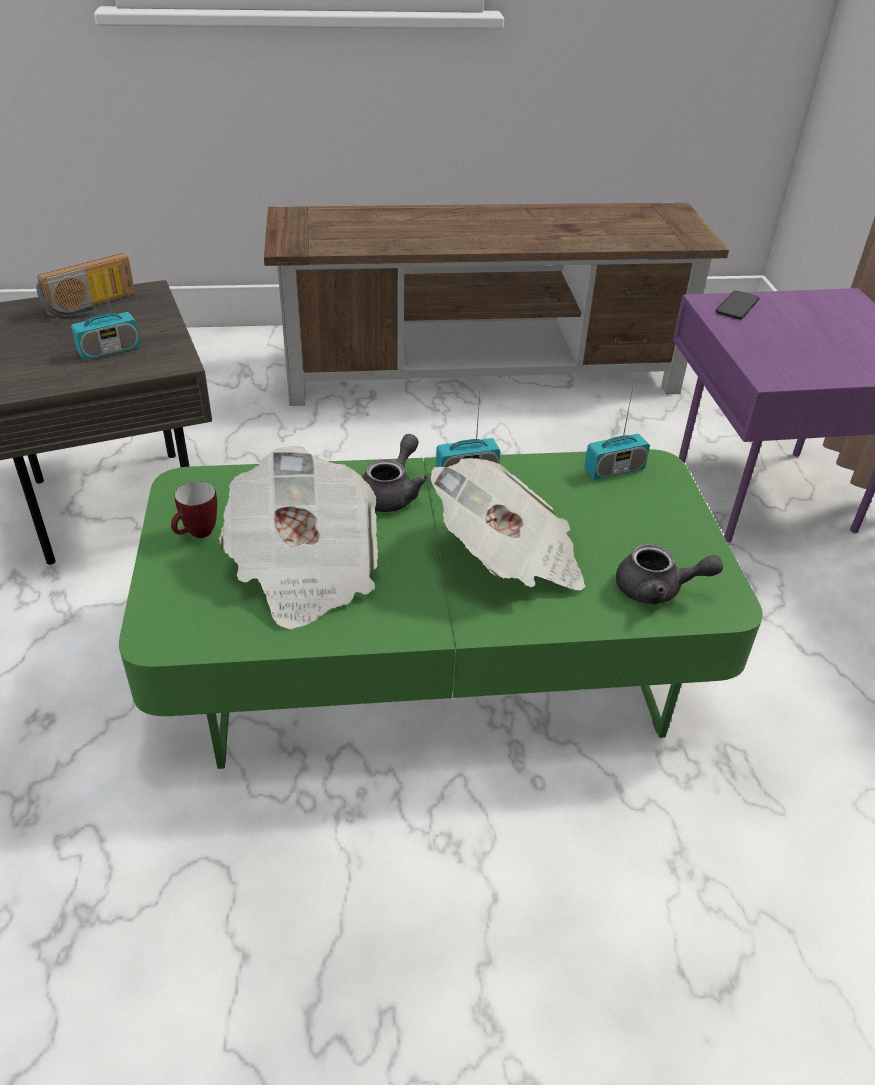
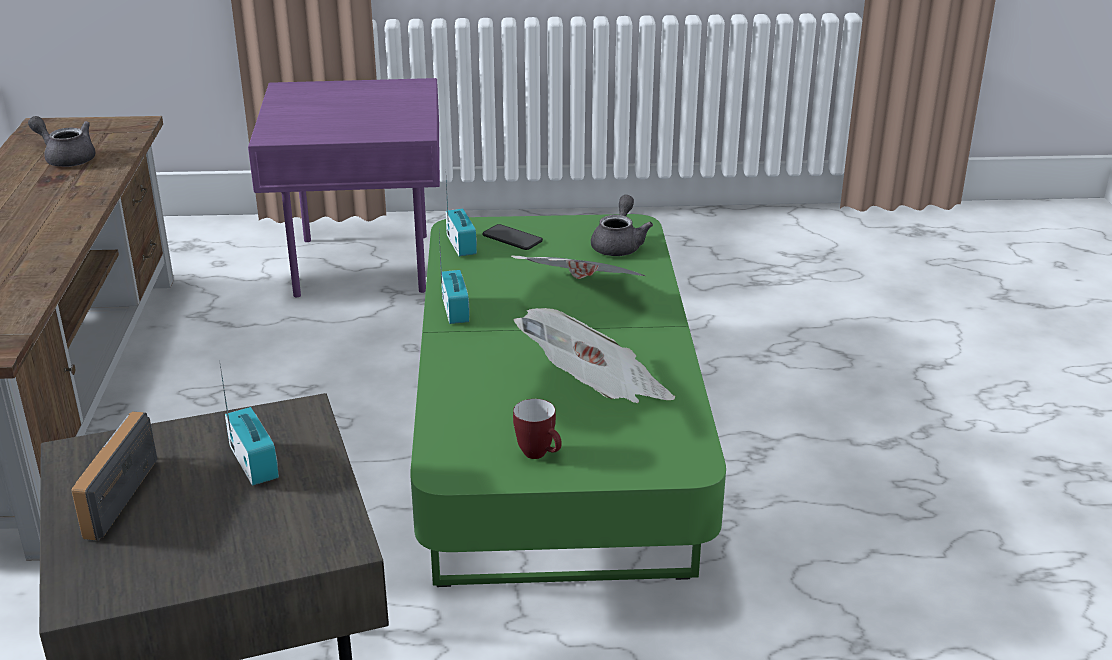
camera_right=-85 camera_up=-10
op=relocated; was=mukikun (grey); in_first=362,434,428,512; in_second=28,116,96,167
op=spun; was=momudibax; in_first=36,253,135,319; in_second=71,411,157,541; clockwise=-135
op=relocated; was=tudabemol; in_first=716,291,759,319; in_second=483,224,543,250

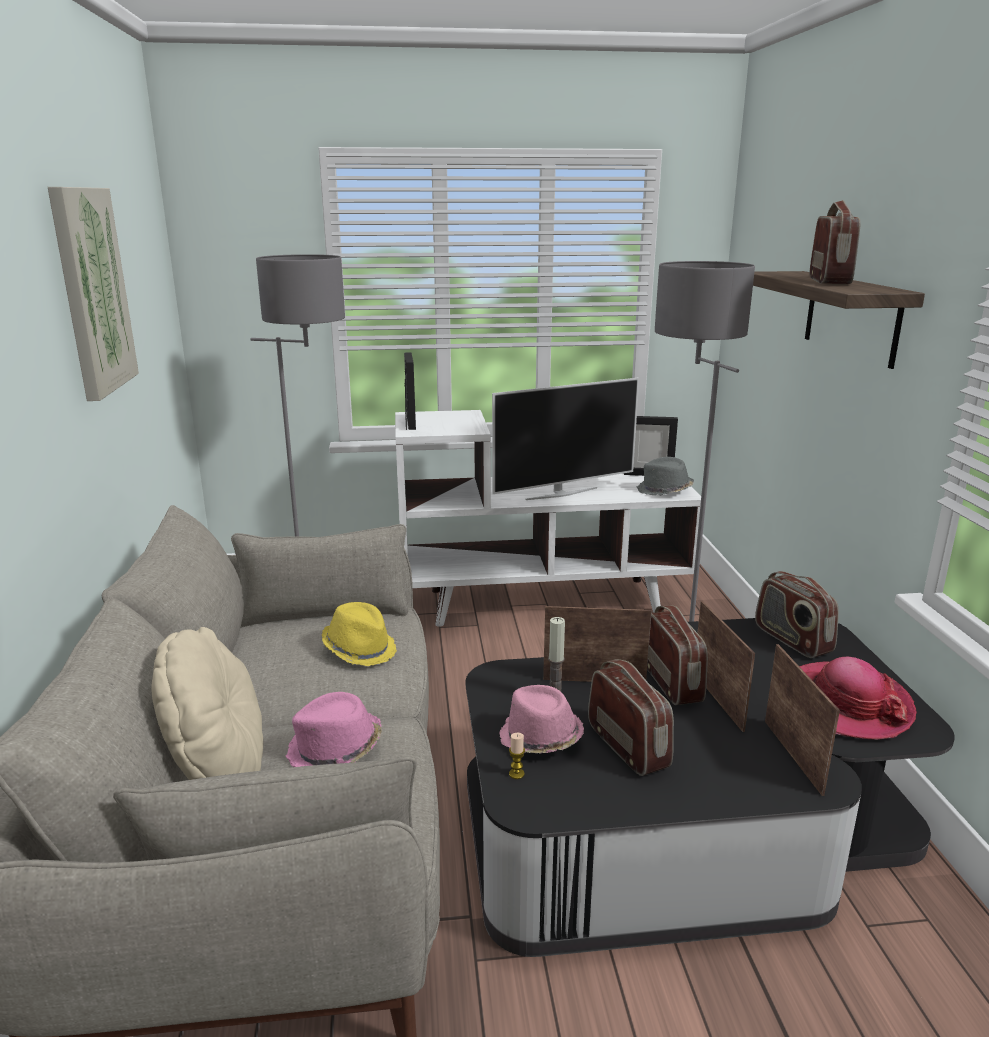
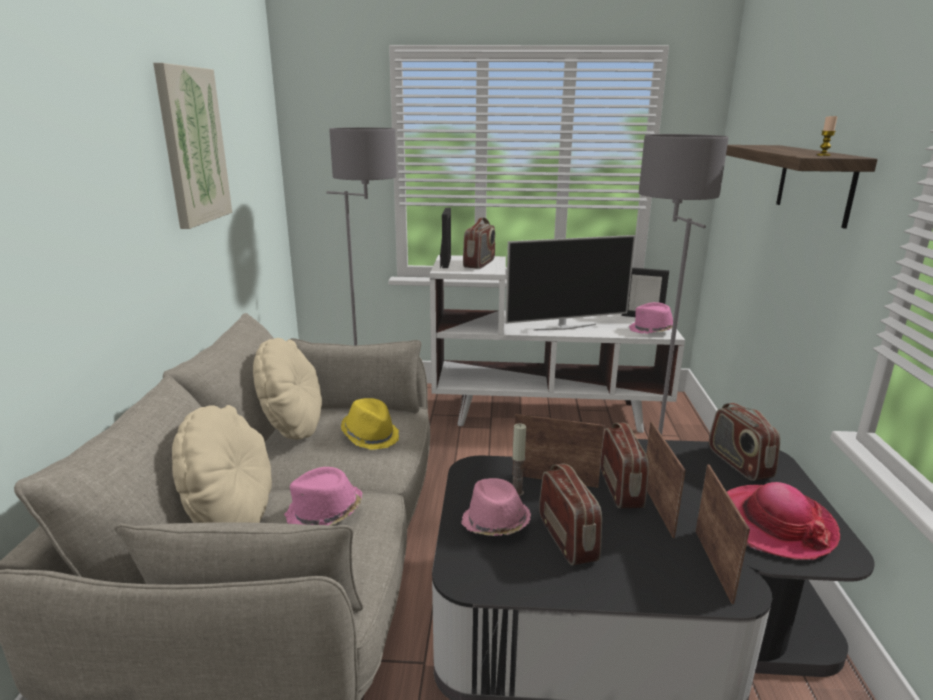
camera_right=10 camera_up=0
op=appeared; now=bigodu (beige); in_second=253,338,322,440
op=relocated; was=momudibax; in_first=809,200,861,284; in_second=463,217,495,269
op=colour; was=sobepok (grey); now=sobepok (pink); in_first=637,457,694,496; in_second=629,302,673,334
op=relocated; was=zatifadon; in_first=509,733,525,779; in_second=817,116,838,156

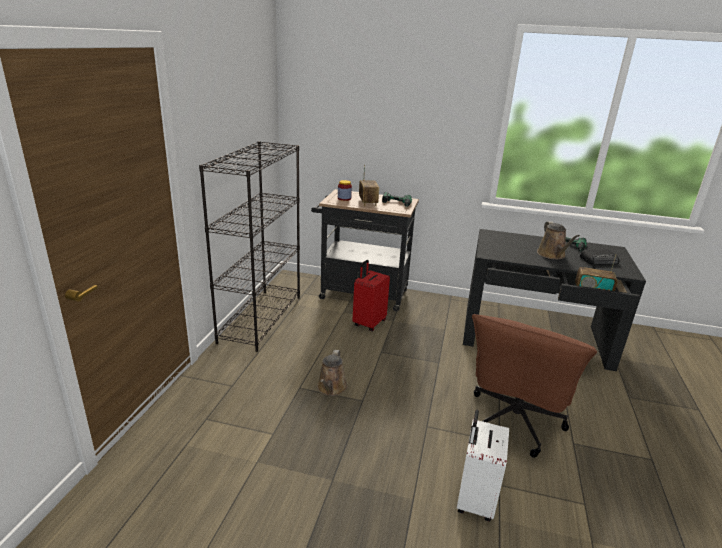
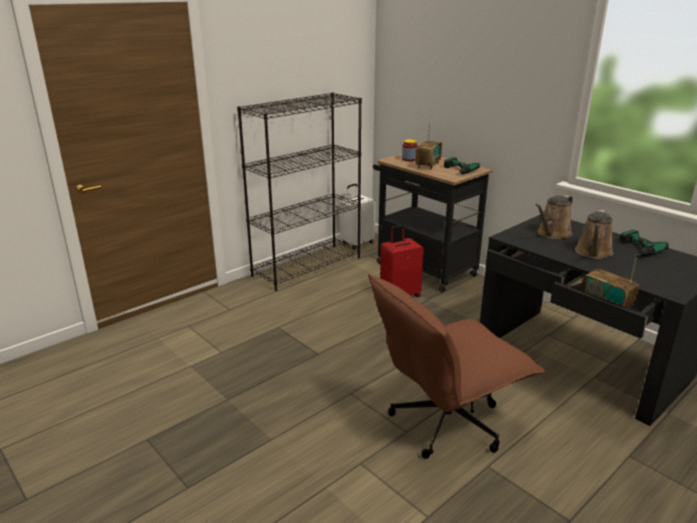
camera_right=35 camera_up=0
op=relocated; was=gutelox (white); in_first=457,410,509,521; in_second=340,184,375,249
op=relocated; was=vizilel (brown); in_first=317,350,348,396; in_second=535,195,573,239
op=missing; was=momudibax; in_first=580,249,619,265

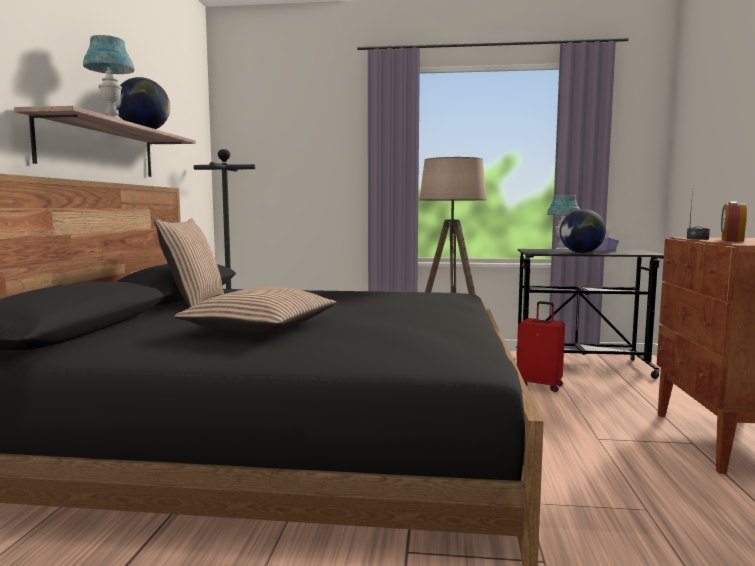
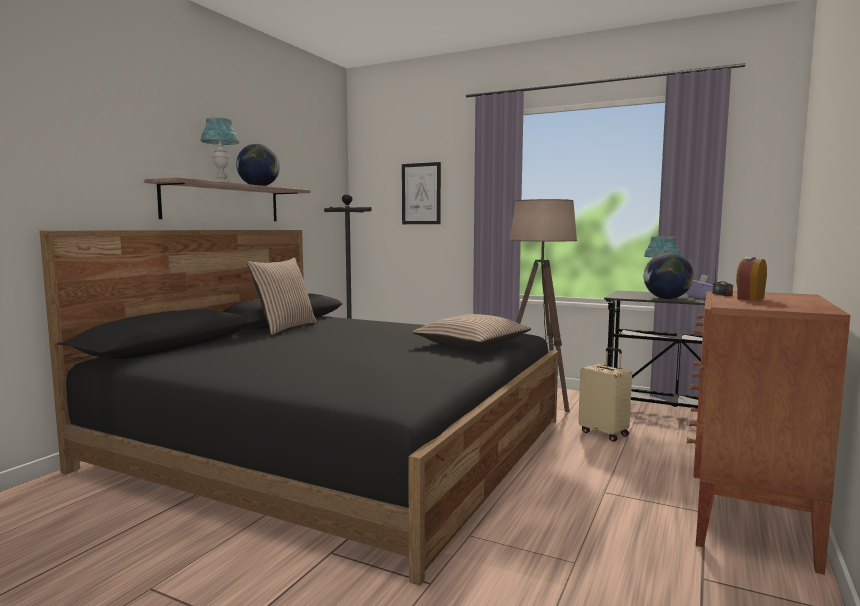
camera_right=20 camera_up=0
op=appeared; now=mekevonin; in_second=402,162,441,224
op=relocated; was=bigodu; in_first=174,287,336,333; in_second=412,314,531,349
op=colour; was=gutelox (red); now=gutelox (beige); in_first=517,301,565,392; in_second=578,347,632,442

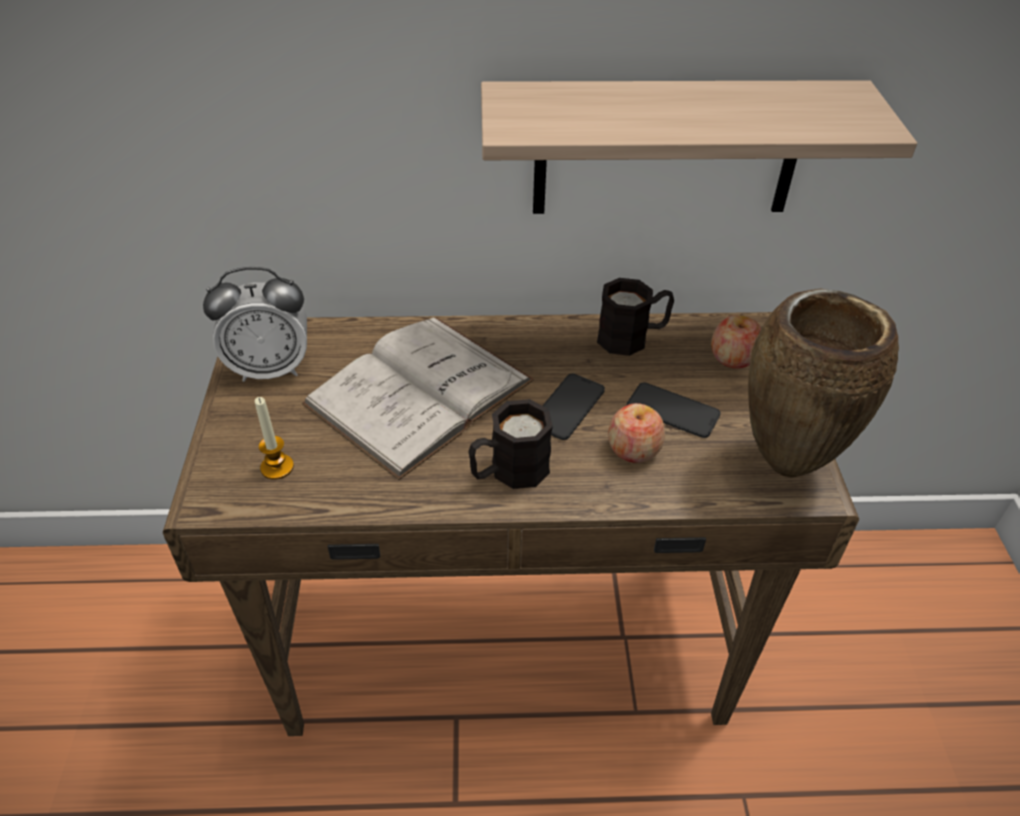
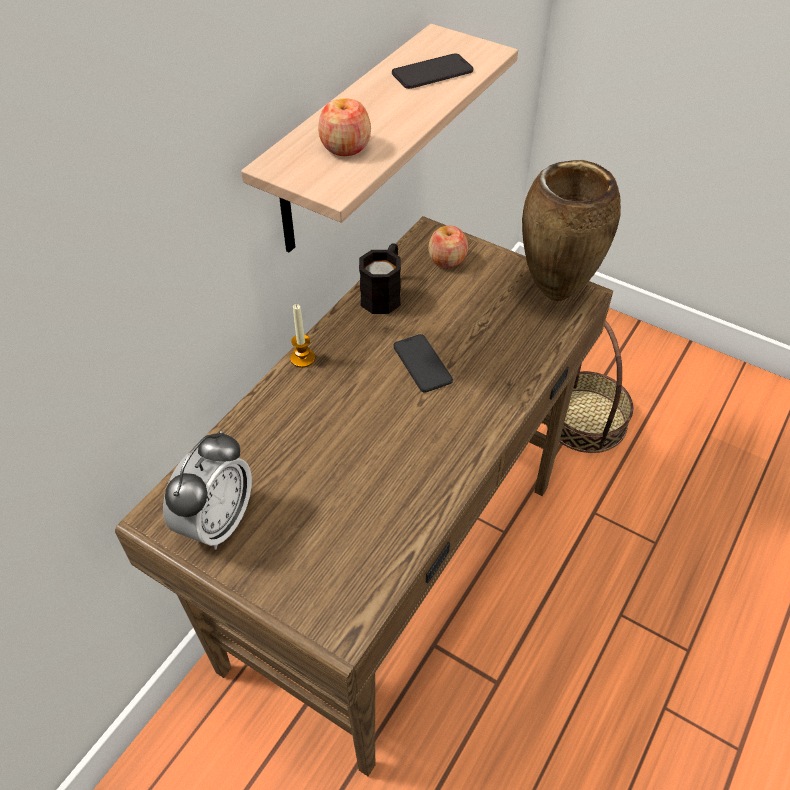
camera_right=-55 camera_up=5
op=relocated; was=zatifadon; in_first=255,397,294,480; in_second=290,304,315,368
op=relocated; was=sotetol; in_first=608,403,665,463; in_second=318,98,371,156
op=relocated; was=tudabemol; in_first=626,382,721,438; in_second=392,54,473,89
op=appeared; now=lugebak; in_second=546,321,633,453
op=missing; was=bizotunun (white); in_first=302,317,534,480
op=missing; was=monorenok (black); in_first=468,399,553,489

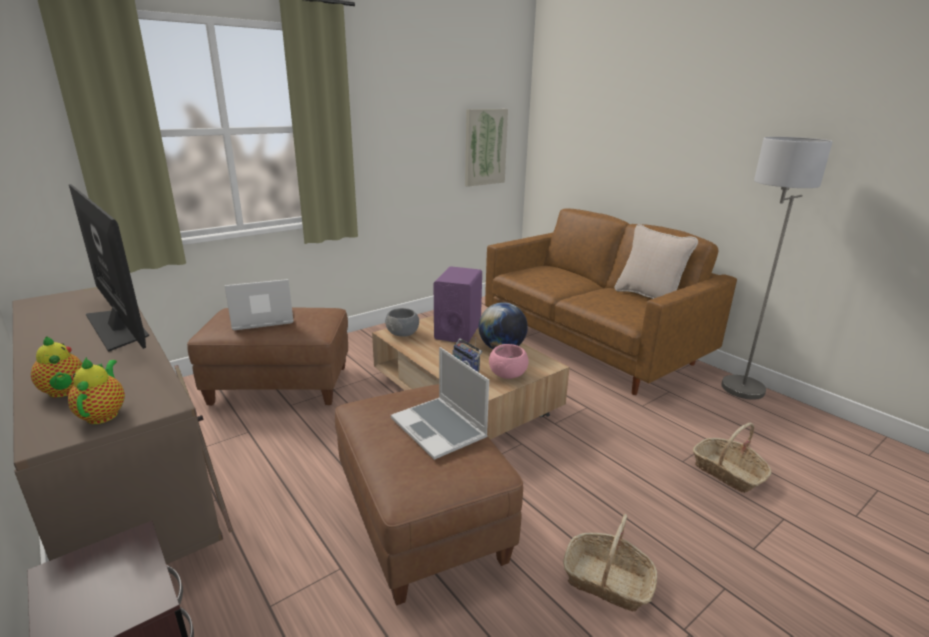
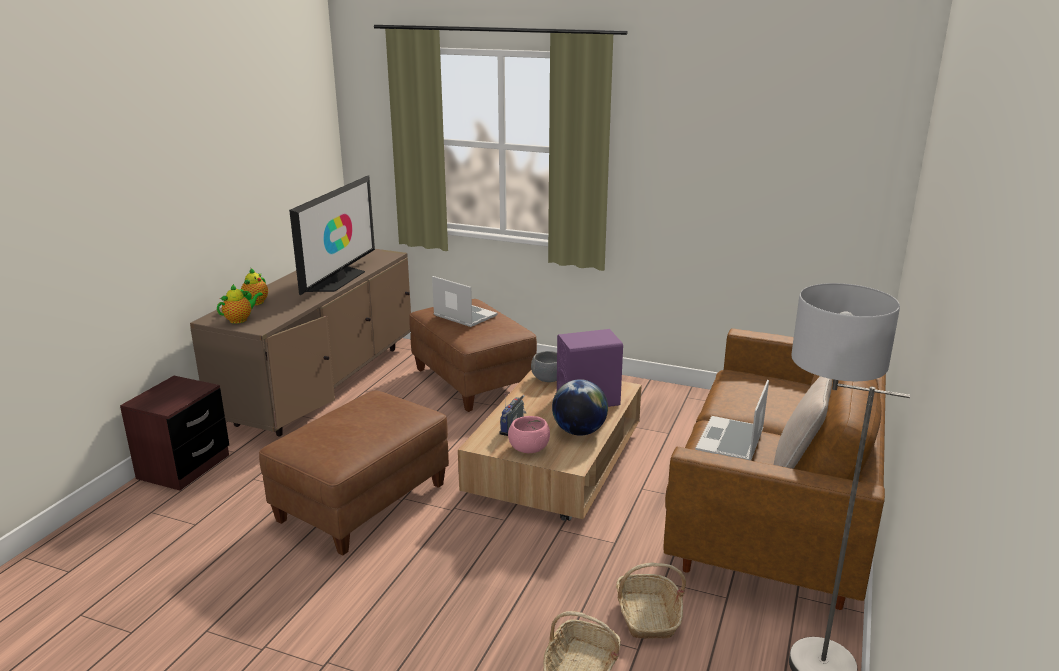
camera_right=60 camera_up=0
op=relocated; was=lugebak; in_first=563,514,657,612; in_second=616,563,686,639
op=relocated; was=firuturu; in_first=391,347,489,460; in_second=695,380,769,461
op=missing; was=mekevonin; in_first=465,109,508,187

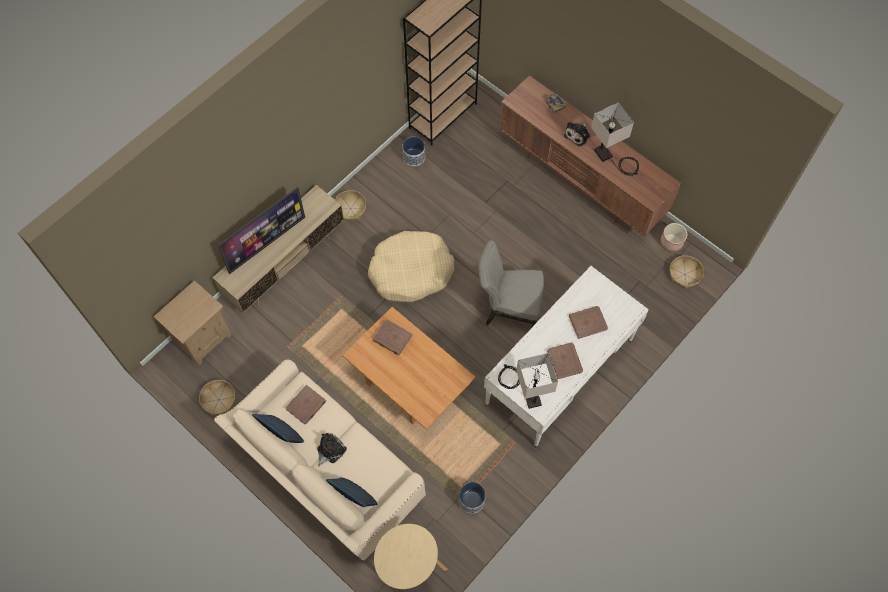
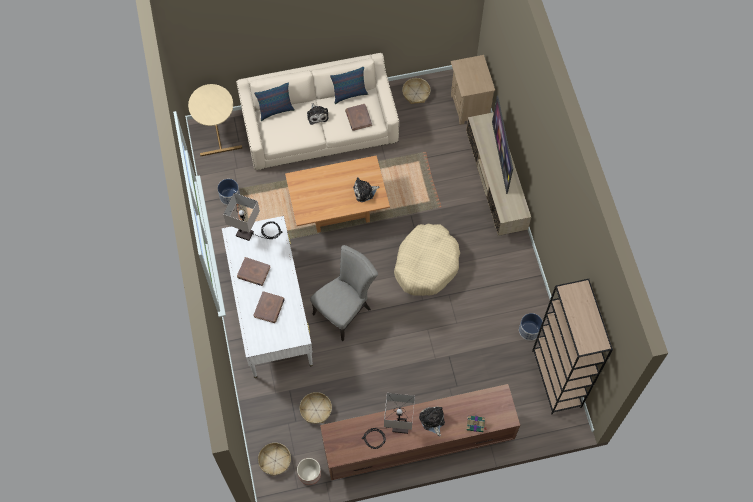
camera_right=125 camera_up=0
op=relocated; was=lugebak; in_first=335,190,366,221; in_second=300,392,332,424
op=exchanged; was=bizotunun (brown); now=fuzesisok; in_first=373,319,413,355; in_second=353,177,379,202

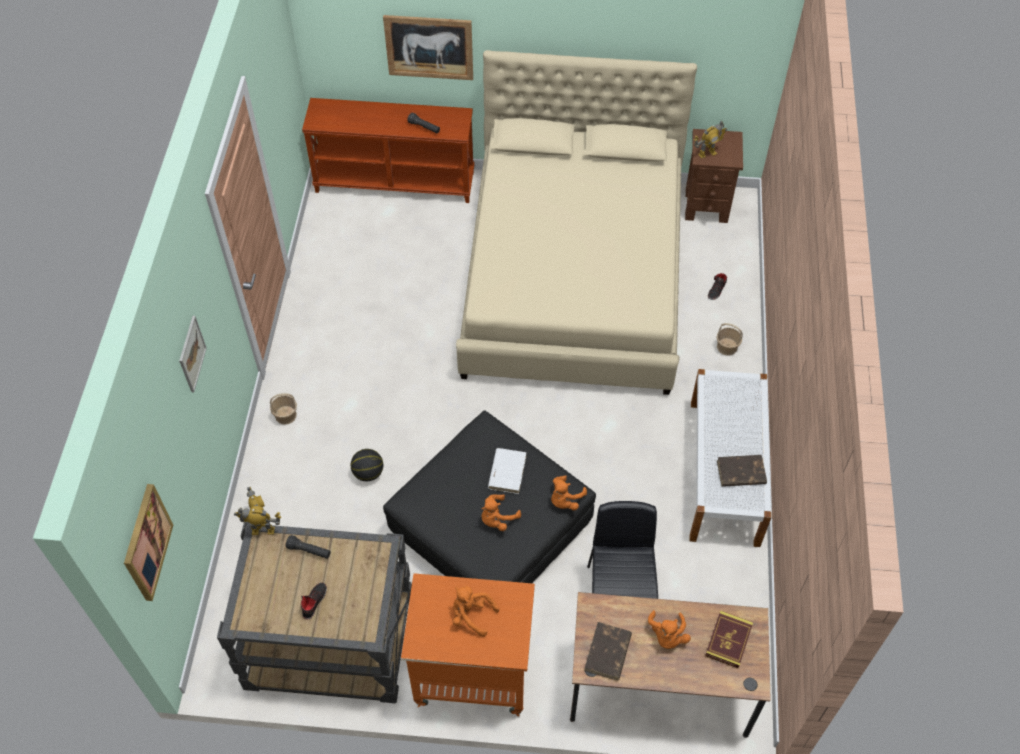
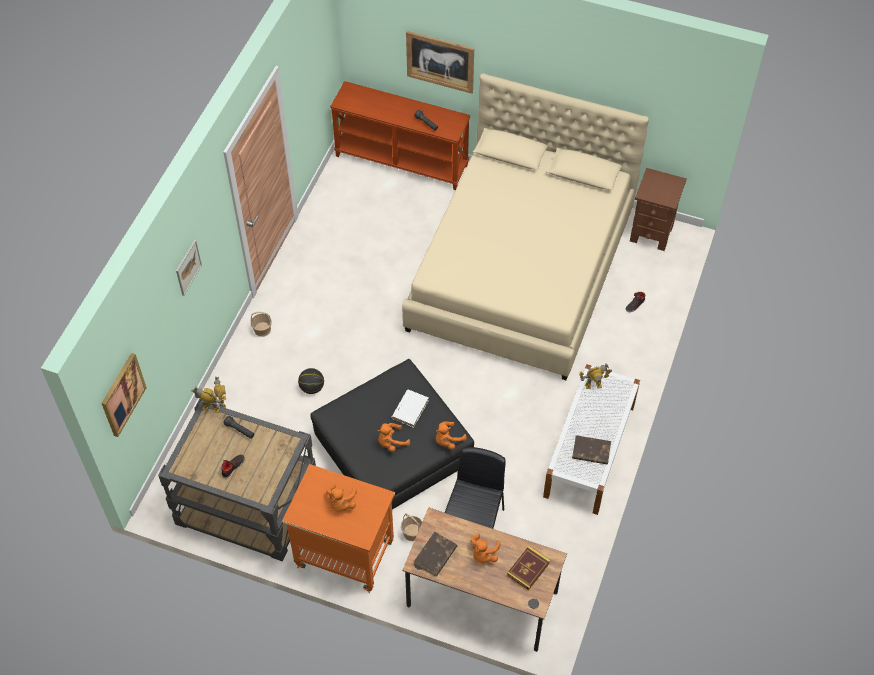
camera_right=15 camera_up=0
op=spun; was=fuzesisok (orange); in_first=453,586,499,637; in_second=326,484,357,512; clockwise=-120
op=relocated; was=lugebak; in_first=717,323,743,356; in_second=401,513,423,541
op=relocated; was=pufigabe; in_first=694,121,727,159; in_second=579,363,612,389

